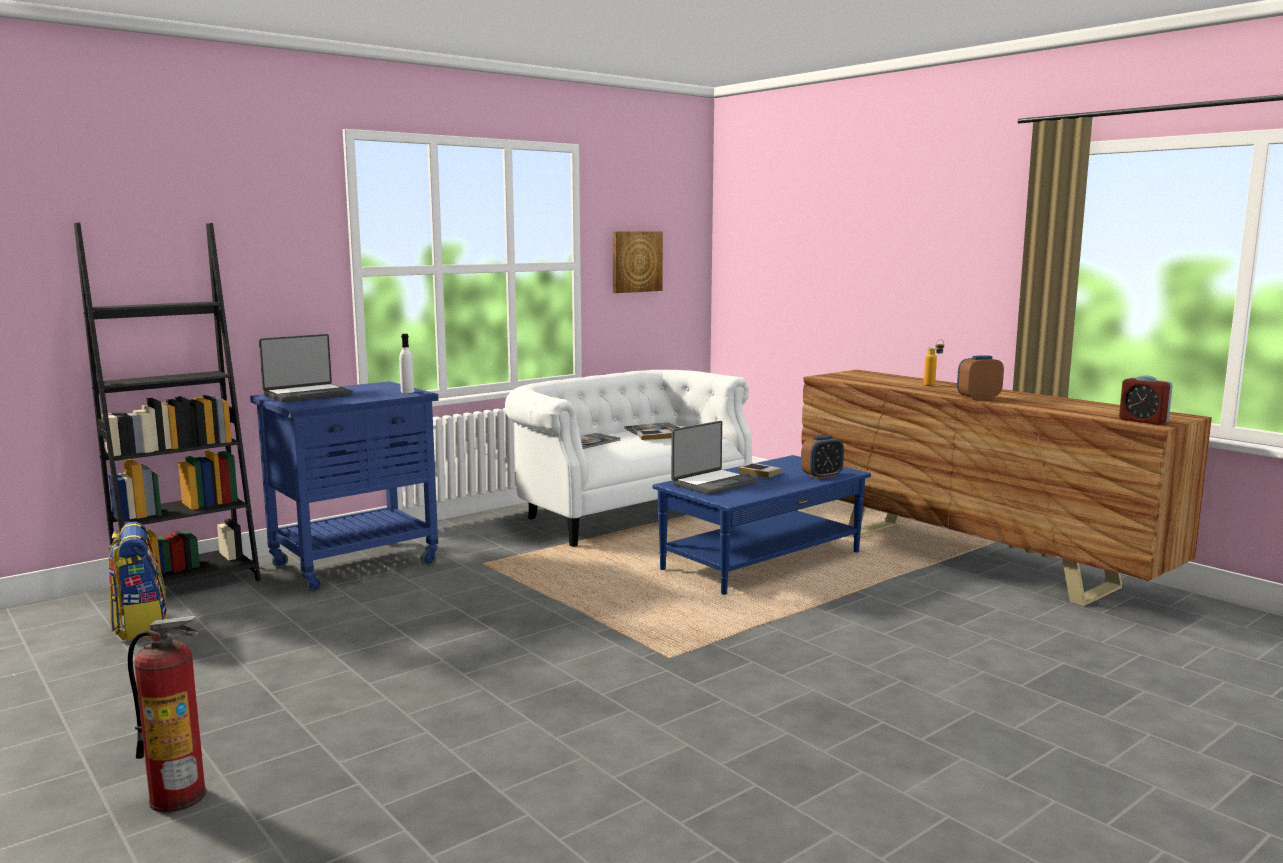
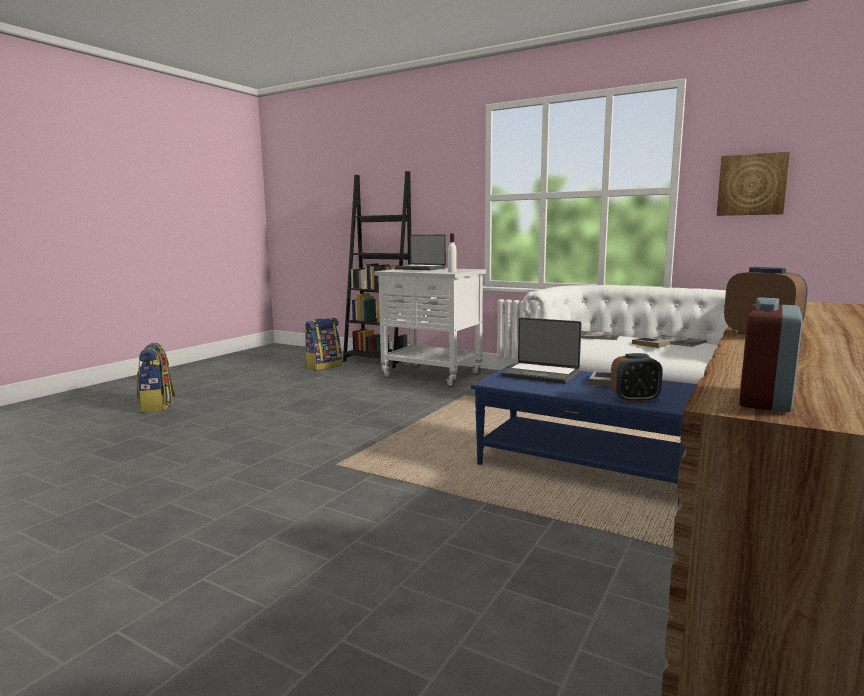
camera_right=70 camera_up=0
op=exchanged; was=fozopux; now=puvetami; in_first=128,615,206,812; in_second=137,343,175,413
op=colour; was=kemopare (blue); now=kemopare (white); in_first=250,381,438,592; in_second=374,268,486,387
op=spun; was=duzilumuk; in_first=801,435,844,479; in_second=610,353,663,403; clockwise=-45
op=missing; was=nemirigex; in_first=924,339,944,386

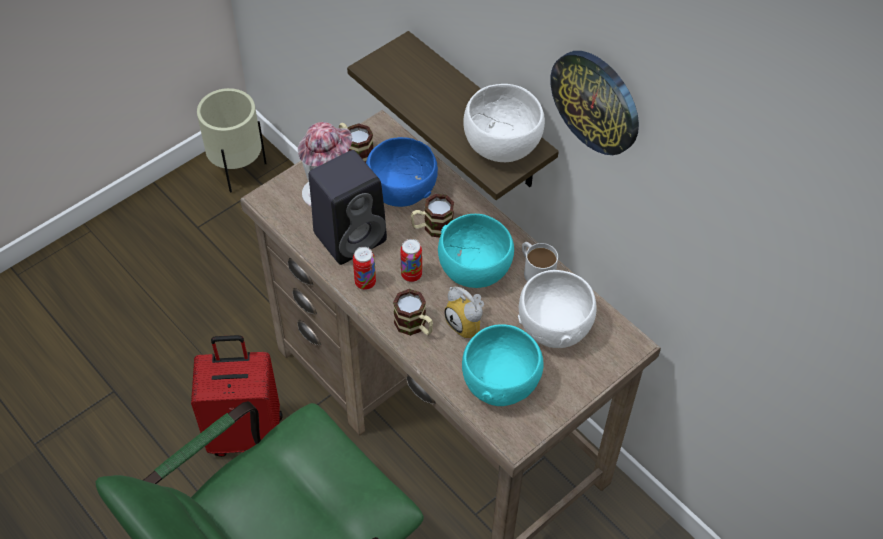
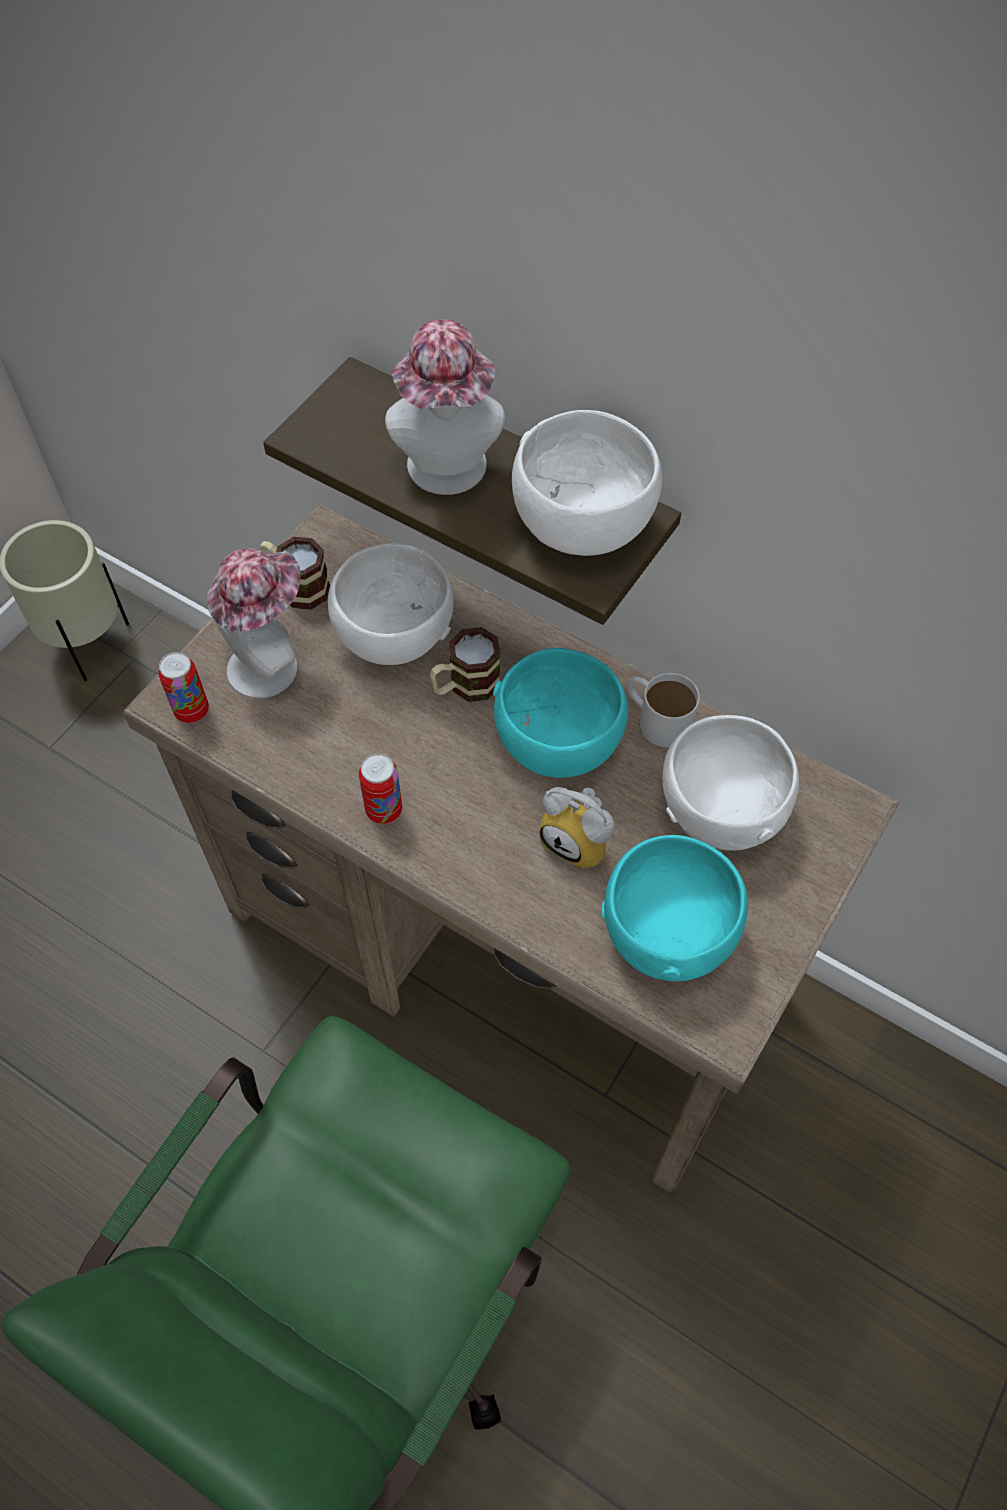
camera_right=-15 camera_up=5
op=relocated; was=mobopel; in_first=400,239,422,282; in_second=158,652,209,723
op=colour; was=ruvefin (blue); now=ruvefin (white); in_first=366,137,438,207; in_second=328,543,454,665
op=appeared; now=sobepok; in_second=385,319,505,495
op=missing; was=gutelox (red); in_first=191,335,282,457
op=missing; was=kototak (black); in_first=309,150,387,265
op=missing; was=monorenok; in_first=393,289,433,336
op=missing; was=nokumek; in_first=550,51,639,155

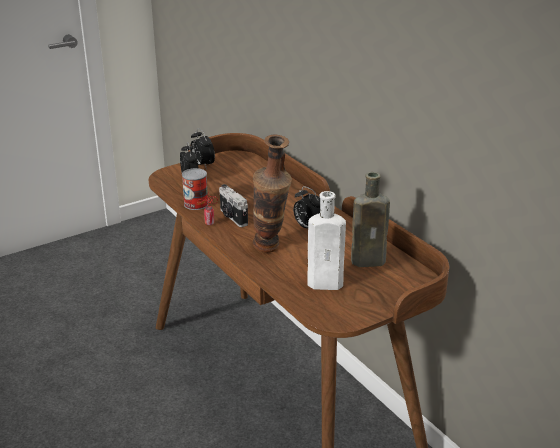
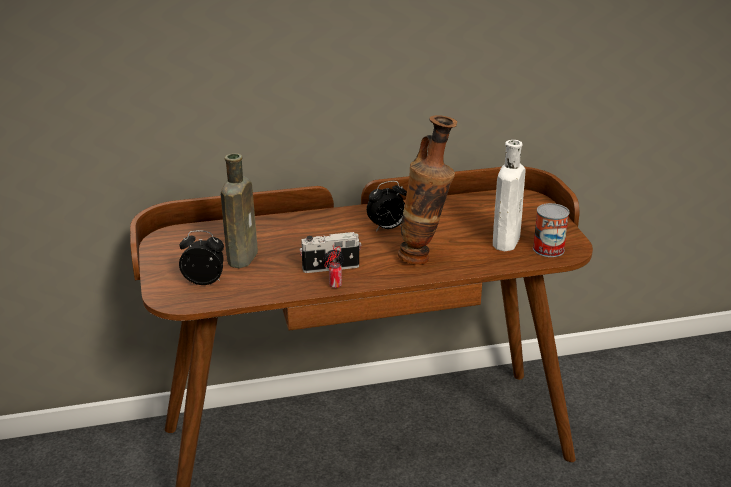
camera_right=-70 camera_up=0
op=relocated; was=nemirigex (brown); in_first=351,172,390,267; in_second=221,153,258,268
op=relocated; was=mobopel; in_first=182,168,208,210; in_second=533,203,569,257
op=missing; was=duzilumuk; in_first=190,128,215,169

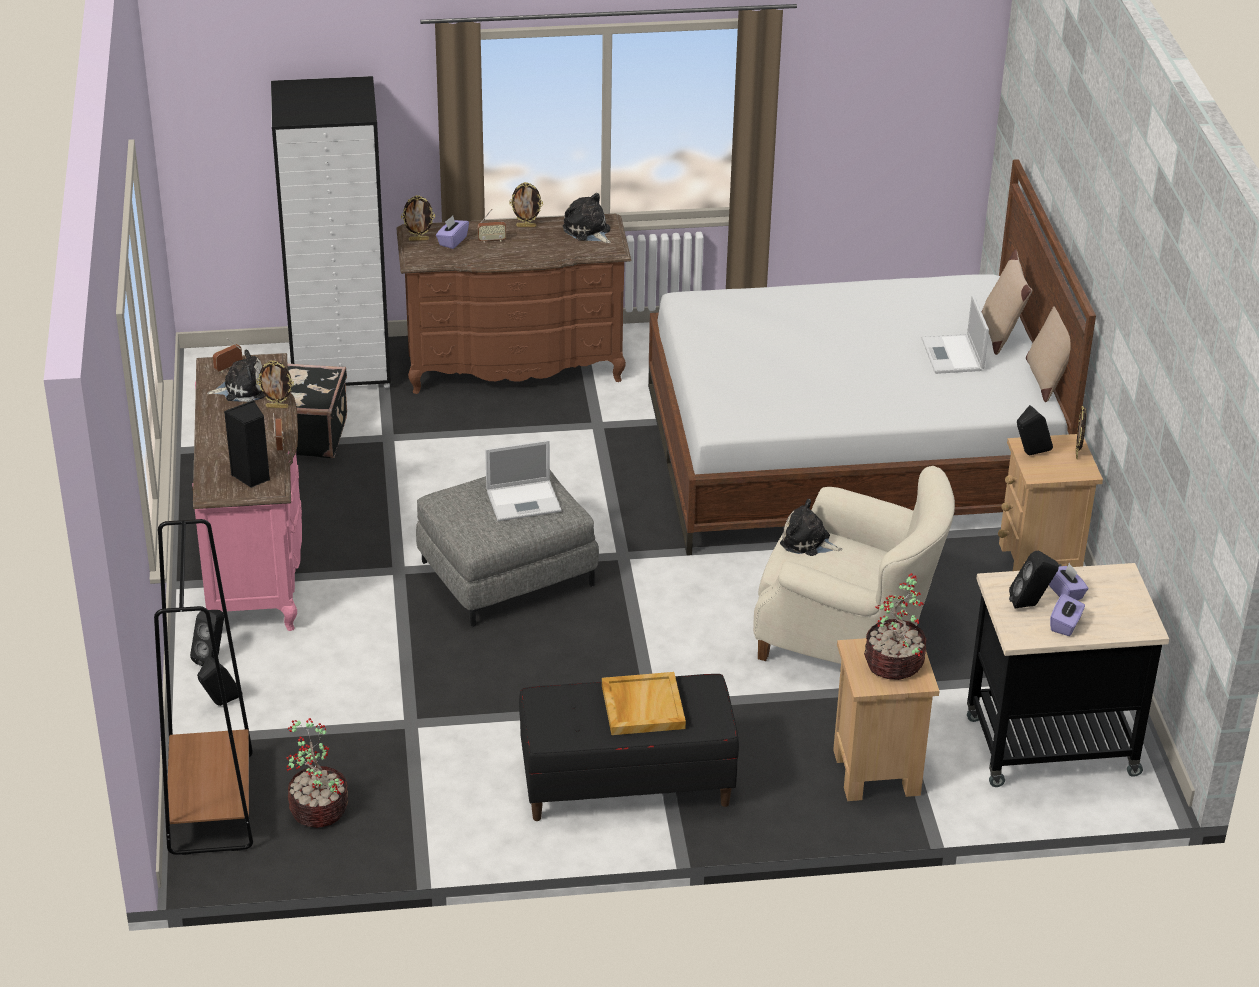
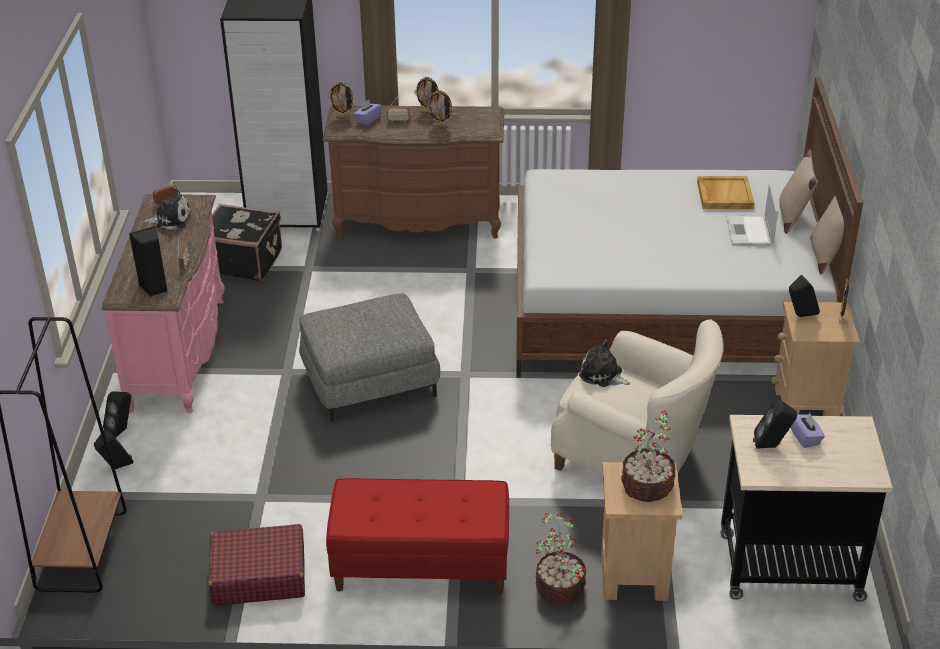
camera_right=10 camera_up=0
op=appeared; now=gutelox (red); in_second=208,524,305,606
op=colour; was=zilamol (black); now=zilamol (red); in_first=519,674,739,821; in_second=326,478,509,594
op=relocated; was=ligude; in_first=256,360,294,408; in_second=427,90,453,127
op=relocated; was=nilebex; in_first=286,718,348,828; in_second=536,513,586,604
op=relocated; was=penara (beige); in_first=602,672,686,735; in_second=697,176,754,209
op=missing; was=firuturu; in_first=485,440,562,521
op=missing; was=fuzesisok; in_first=563,193,610,243
op=missing; was=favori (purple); in_first=1050,594,1085,636

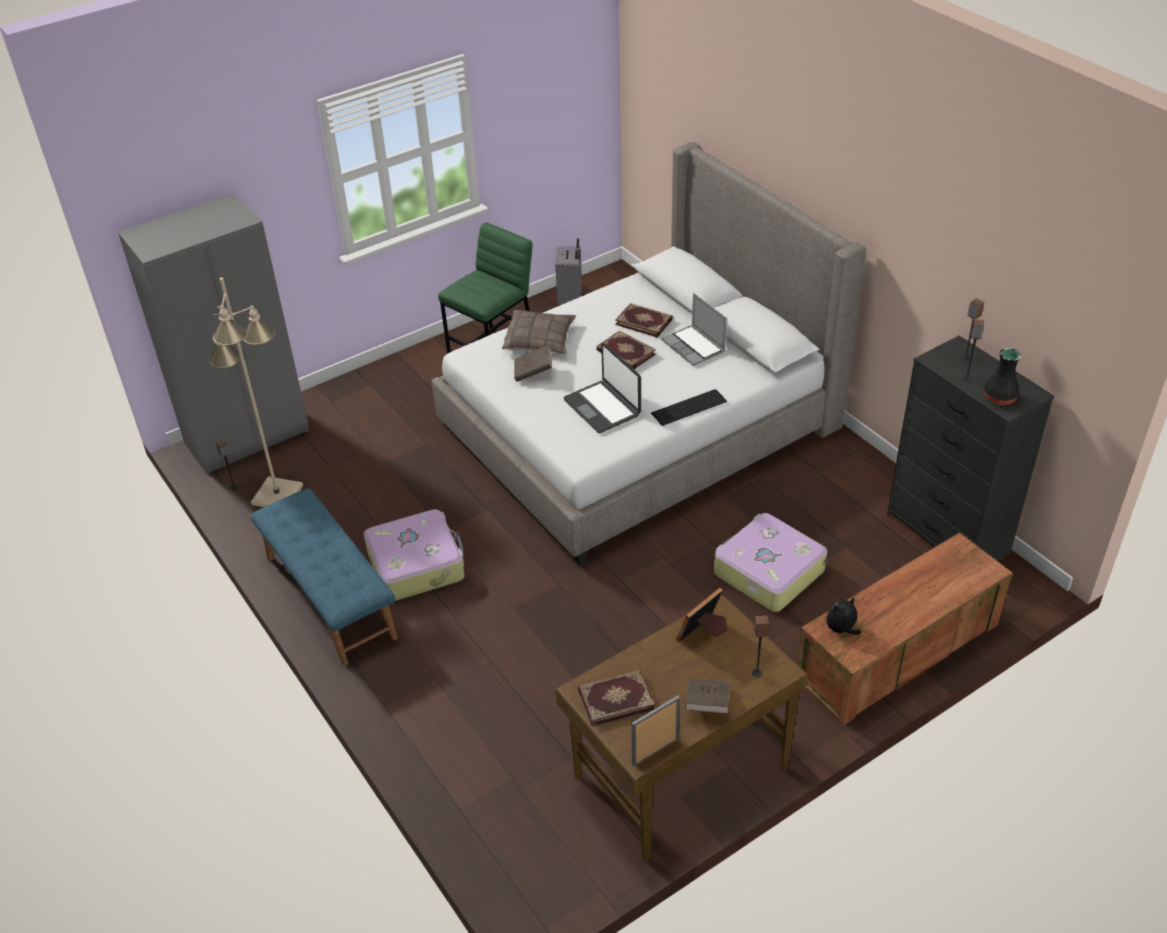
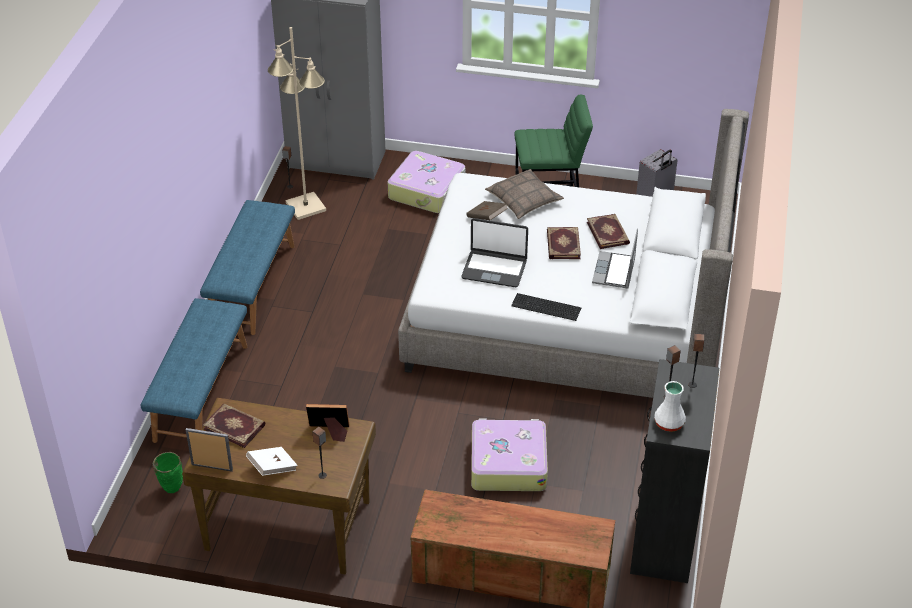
camera_right=45 camera_up=0
op=appeared; now=zilamol (blue); in_second=140,298,247,443
op=appeared; now=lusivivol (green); in_second=153,452,183,493
op=colour; was=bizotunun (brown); now=bizotunun (white); in_first=685,678,730,714; in_second=246,447,298,476
op=relocated; was=gutelox; in_first=364,509,464,601; in_second=388,151,466,213
op=spun; was=firuturu; in_first=563,343,641,433; in_second=462,218,528,287; clockwise=-90
op=colour; was=lusivivol (black); now=lusivivol (white); in_first=984,348,1021,405; in_second=654,381,686,432
op=missing; was=fuzesisok; in_first=827,597,861,635

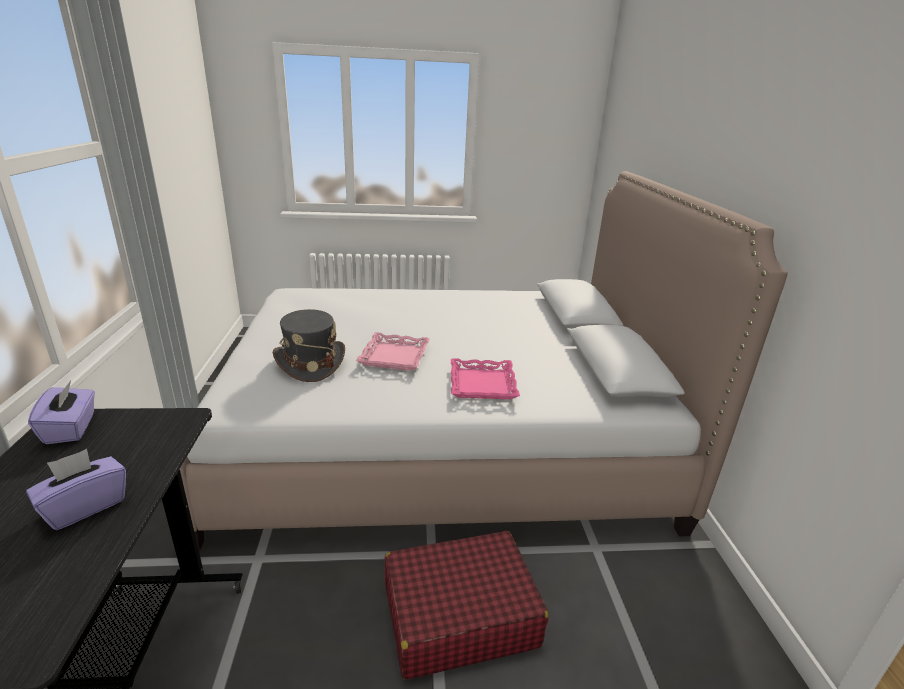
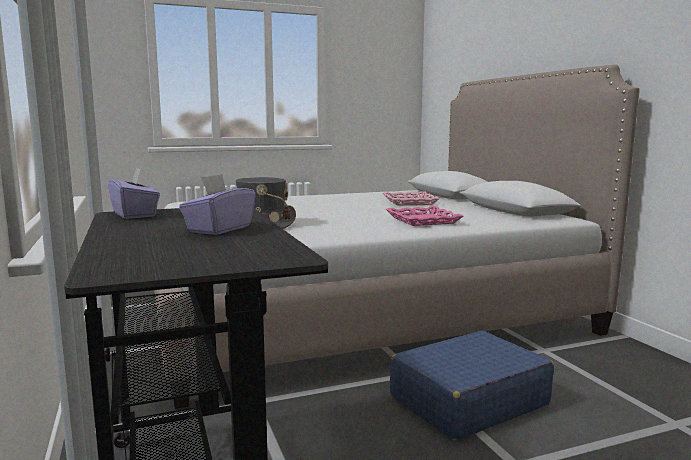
camera_right=-15 camera_up=-15
op=relocated; was=penara (pink); in_first=356,332,430,371; in_second=383,191,440,206
op=colour; was=gutelox (red); now=gutelox (blue); in_first=385,531,549,680; in_second=390,330,554,441

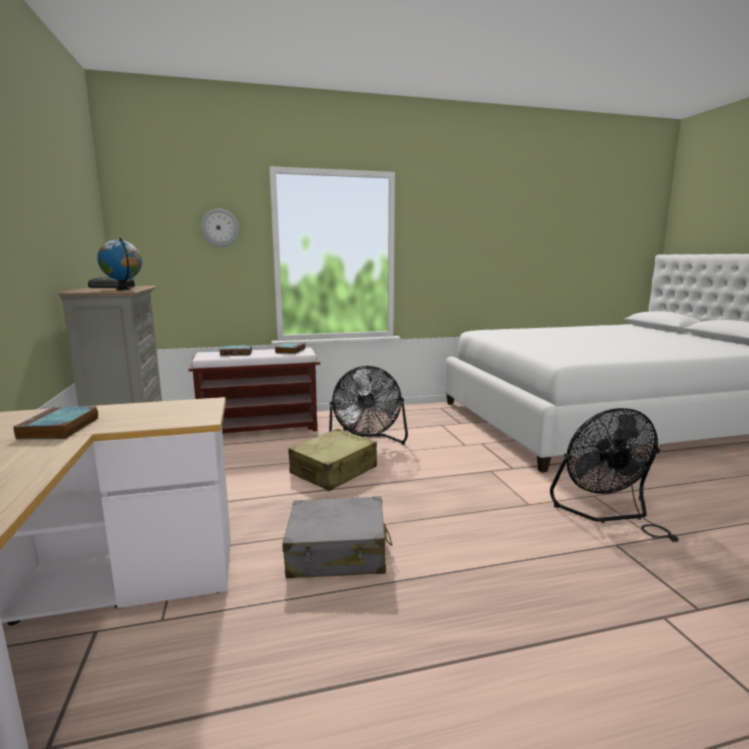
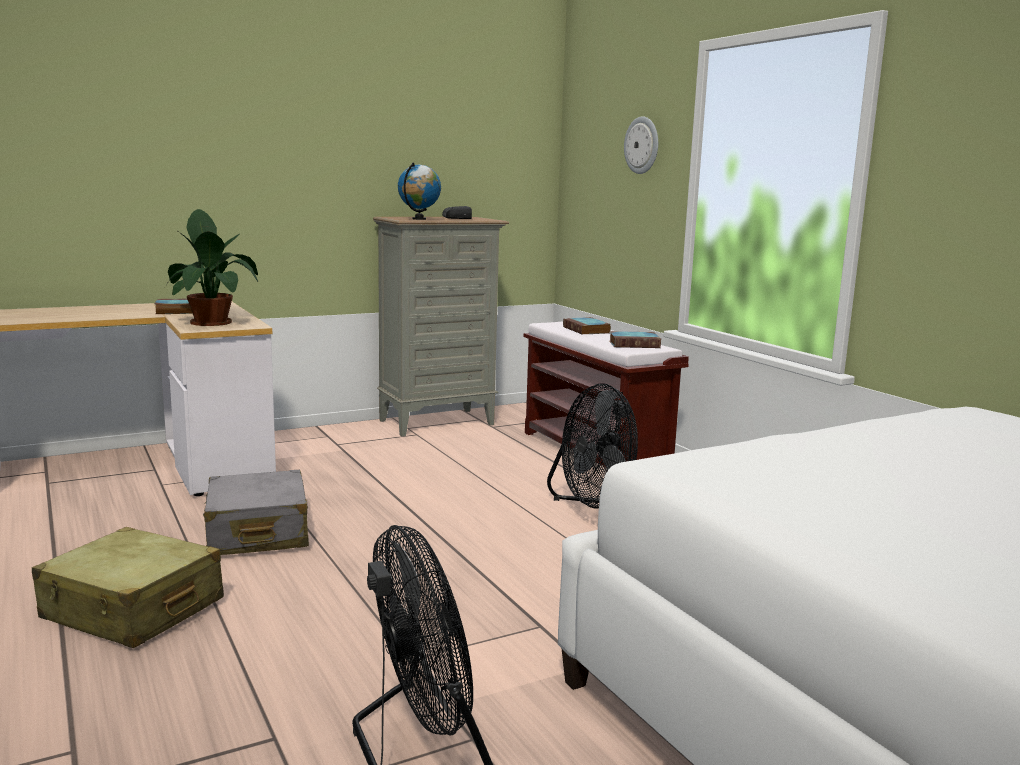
camera_right=75 camera_up=0
op=relocated; was=gutelox (beige); in_first=288,429,377,491; in_second=32,527,224,648
op=appeared; now=nilebex; in_second=165,209,258,326

